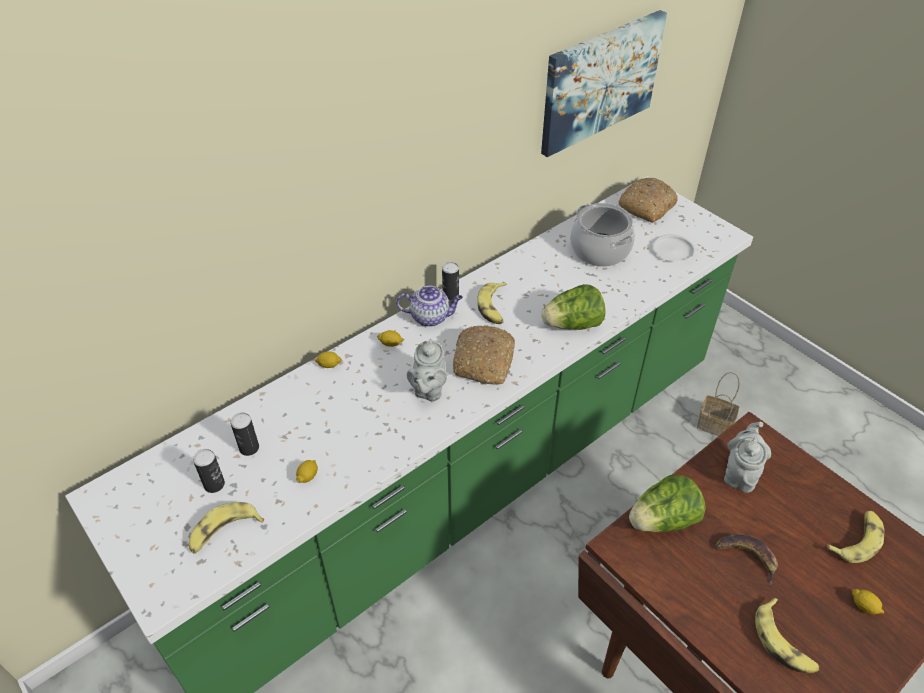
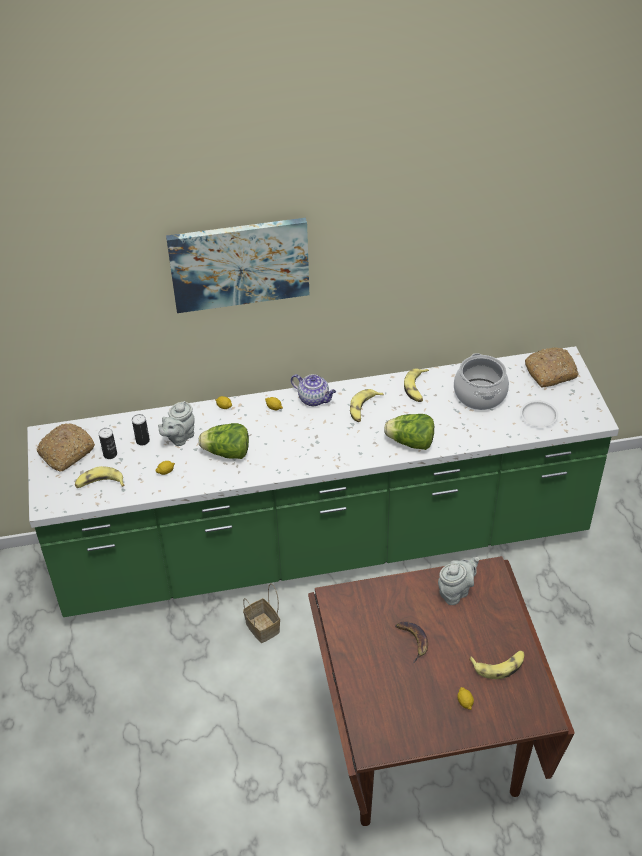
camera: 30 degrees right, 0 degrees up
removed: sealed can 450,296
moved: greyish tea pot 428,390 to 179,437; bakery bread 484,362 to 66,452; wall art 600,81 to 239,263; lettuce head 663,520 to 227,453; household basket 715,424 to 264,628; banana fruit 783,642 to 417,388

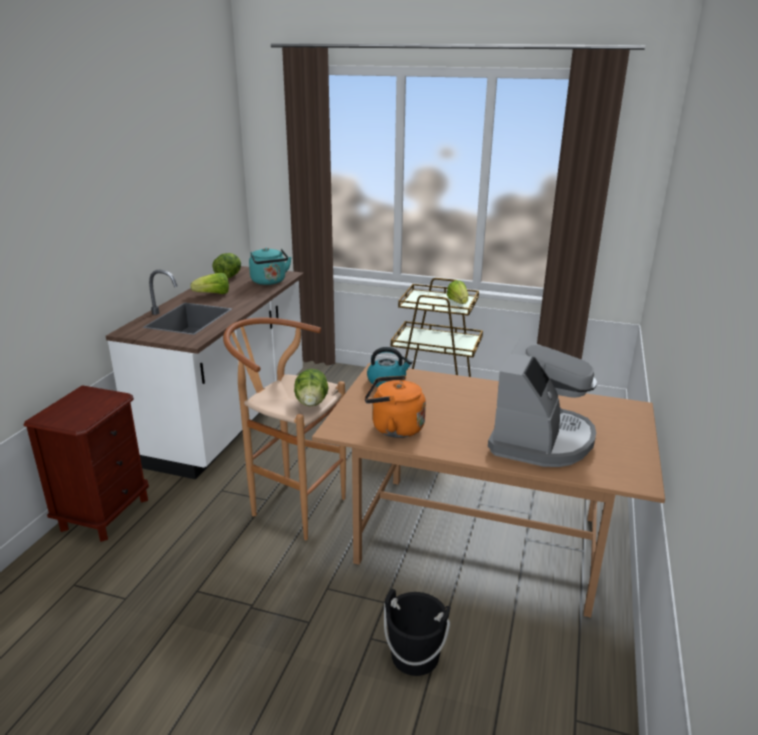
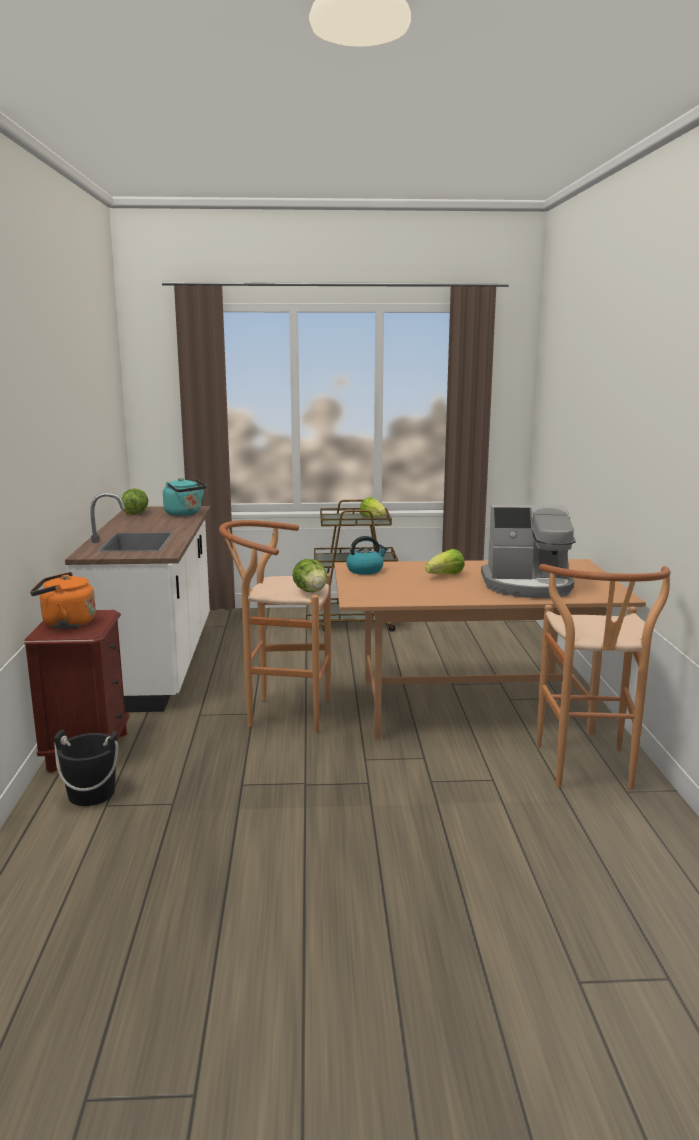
camera: 20 degrees left, 10 degrees down
added: brown-coloured stool seat 588,772
moved: lettuce head 213,294 to 445,575; orangey tea kettle 394,428 to 65,623; black water bucket 415,656 to 91,794
turned: coffee maker 540,439 = 528,586 90 degrees clockwise

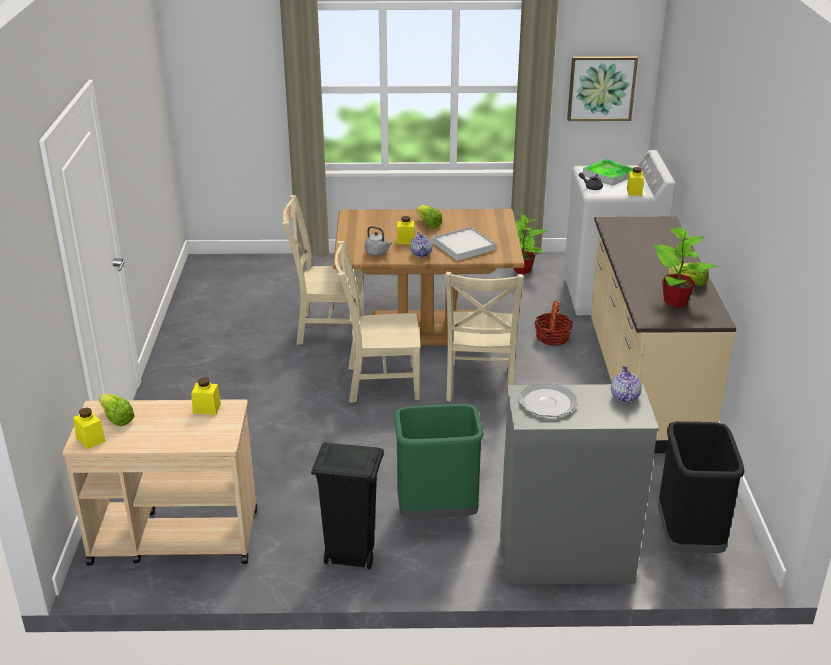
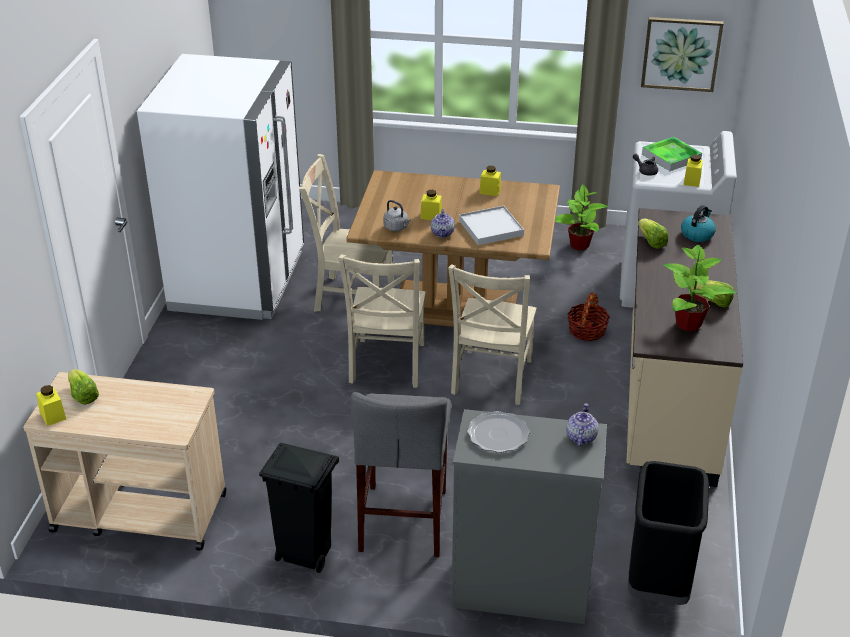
camera: 10 degrees right, 5 degrees up
added: white fridge 238,281; tea kettle 697,234
moved: yellow-coloured preserve jar 207,408 to 490,191; lettuce head 428,224 to 651,242
replaced: green trash can 436,513 to greyish stool seat 404,520
turned: beige-coloured upright chair 379,383 = 386,365 90 degrees counterclockwise

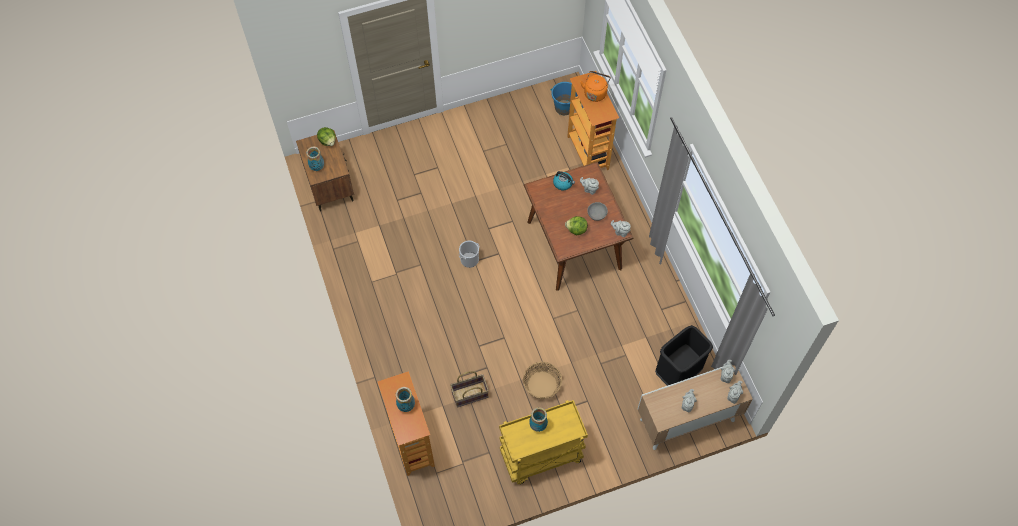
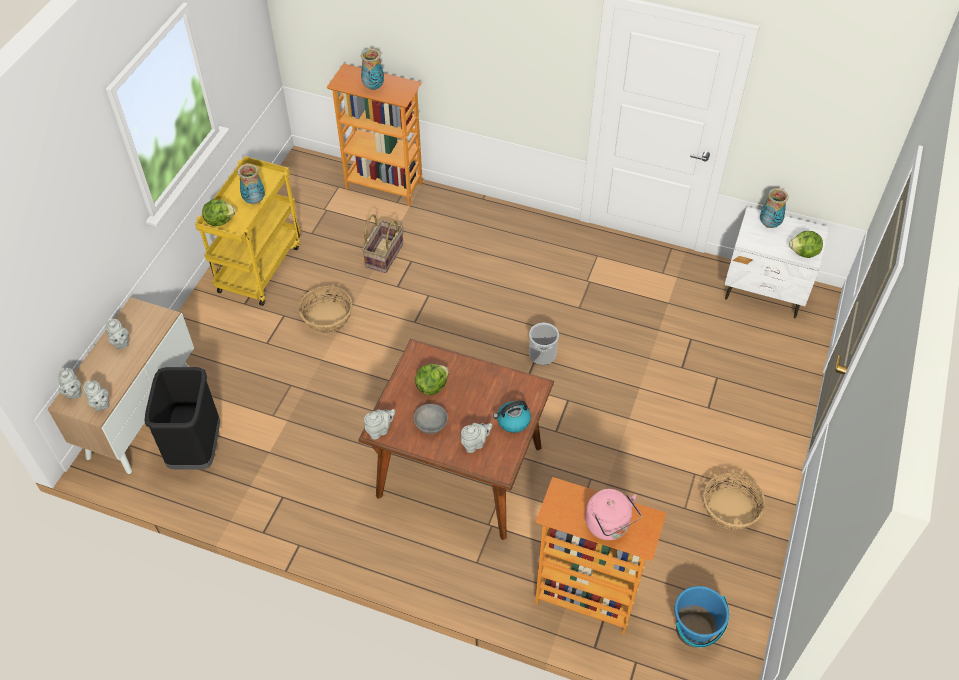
camera: 130 degrees right, 10 degrees down
added: lettuce head 220,220; household basket 730,510
recoloured: brown-coloured nightstand 330,186 to white nightstand 765,291; orangey tea kettle 595,92 to pink tea kettle 609,526

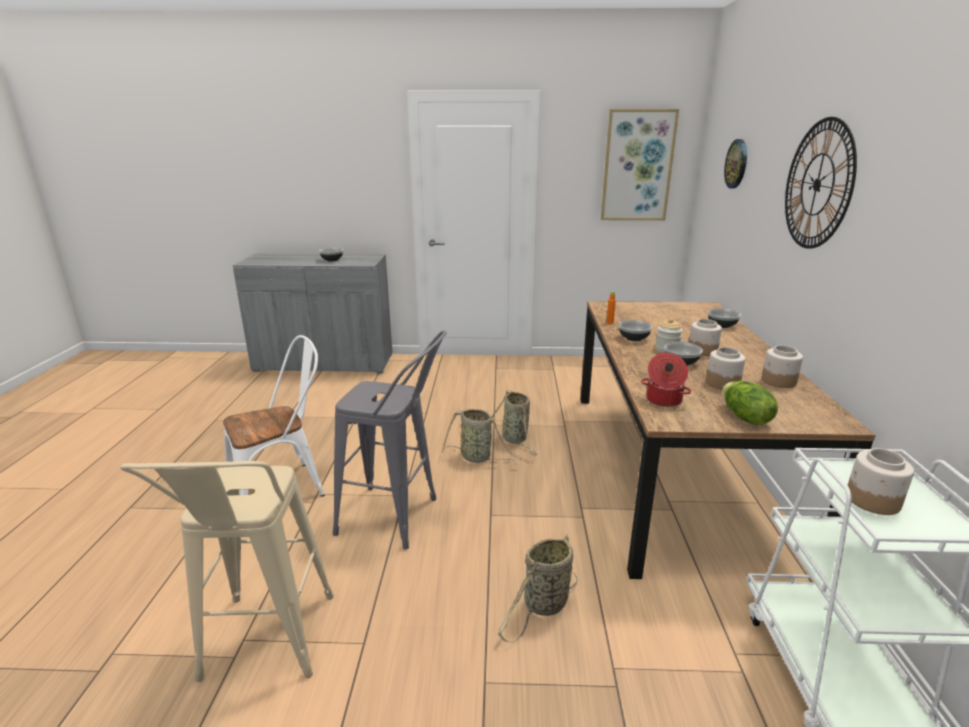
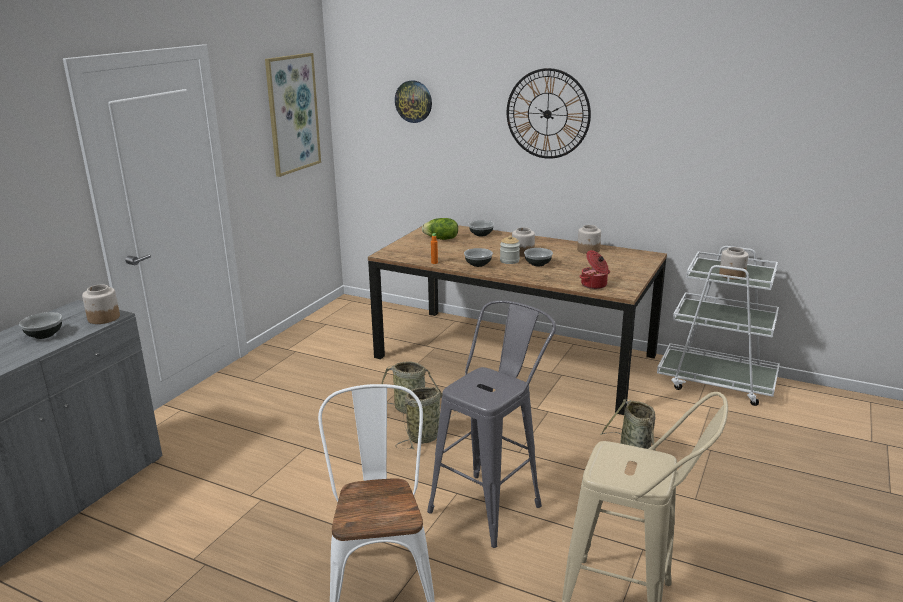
camera: 65 degrees left, 0 degrees up
moved: preserve jar 722,383 to 103,318; lettuce head 744,417 to 441,239

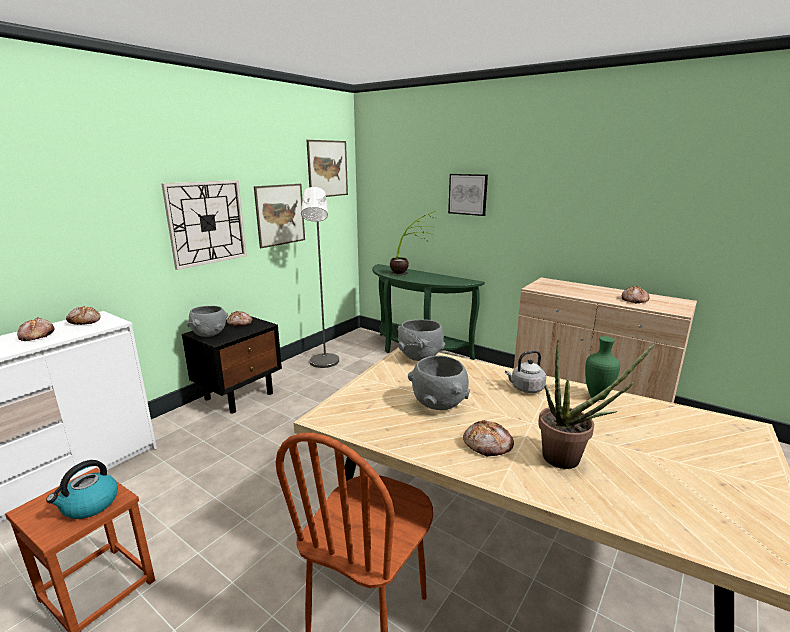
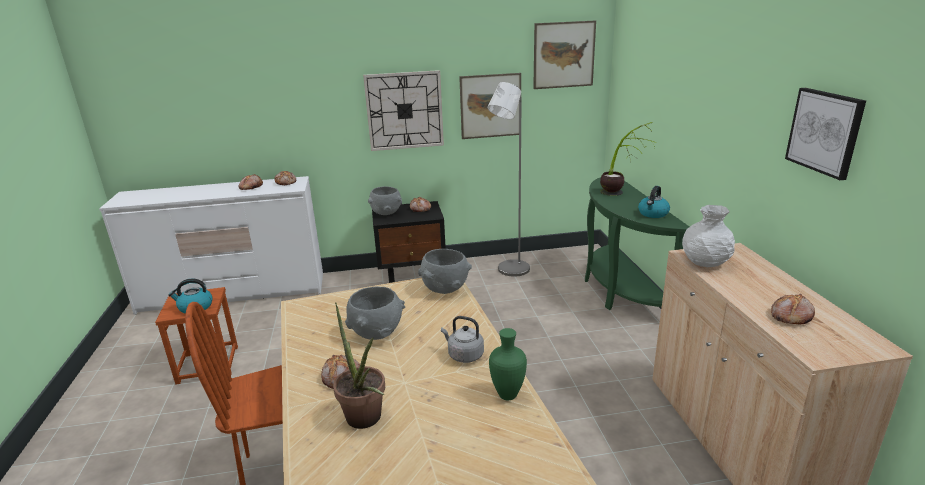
camera: 45 degrees right, 5 degrees up
added: tea kettle 653,214; white decorative vase 704,263
moved: wall art 468,194 to 825,132

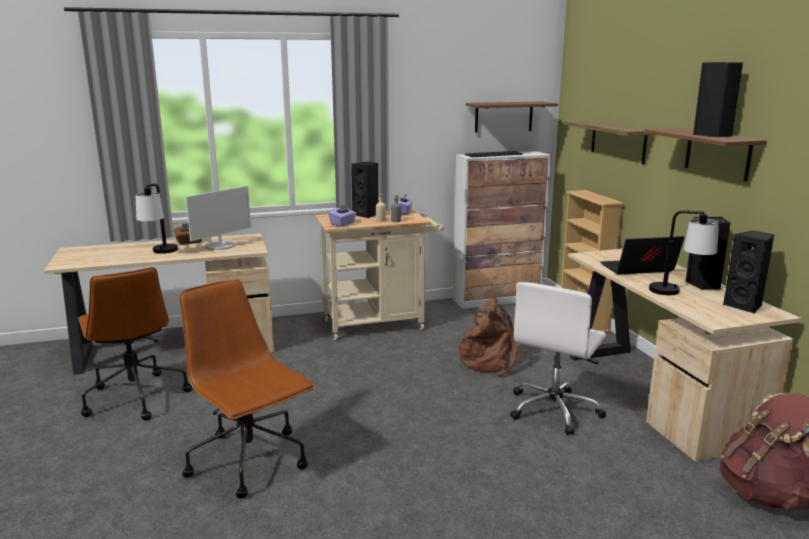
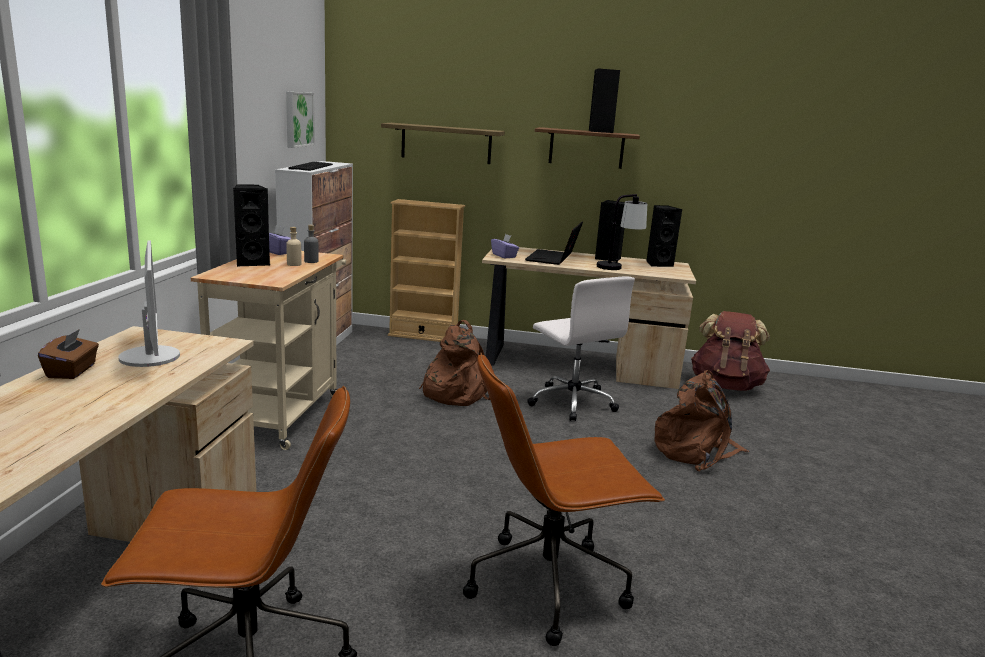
camera: 65 degrees left, 0 degrees up
removed: table lamp 160,253
added: brown-coloured rucksack 696,451
moved: purple-coloured tissue holder 343,224 to 504,256
replaced: brown-coloured shelf 503,116 to wall art 298,119

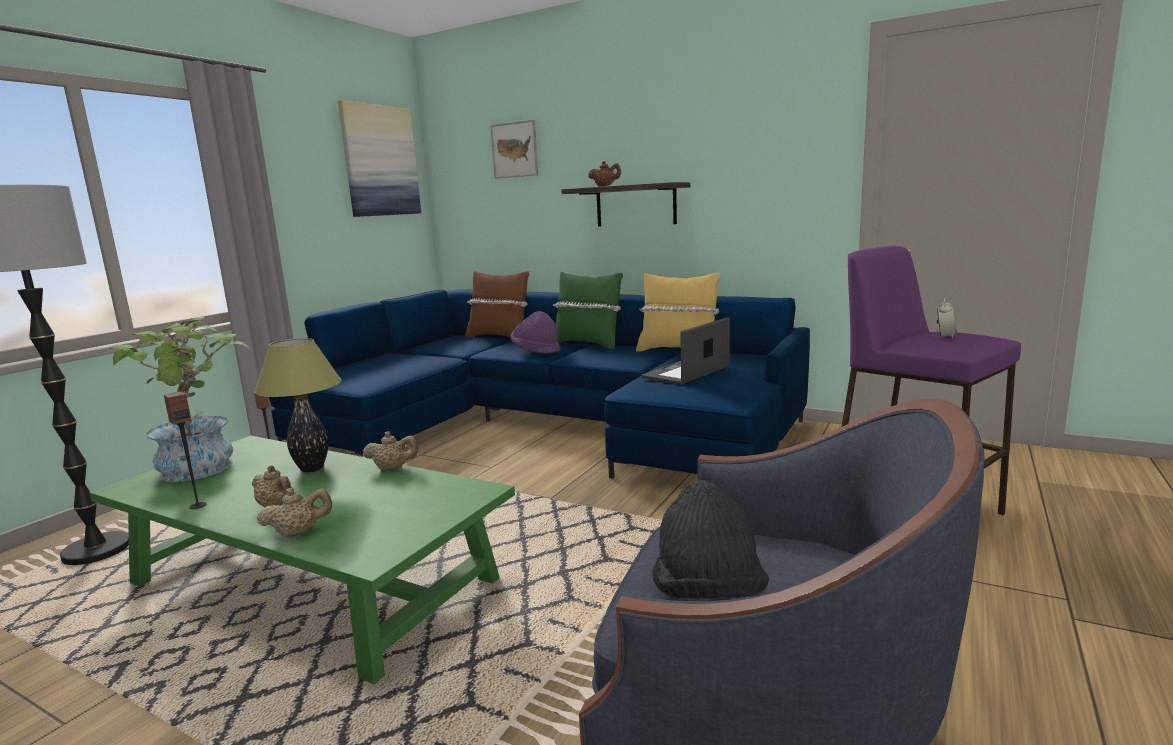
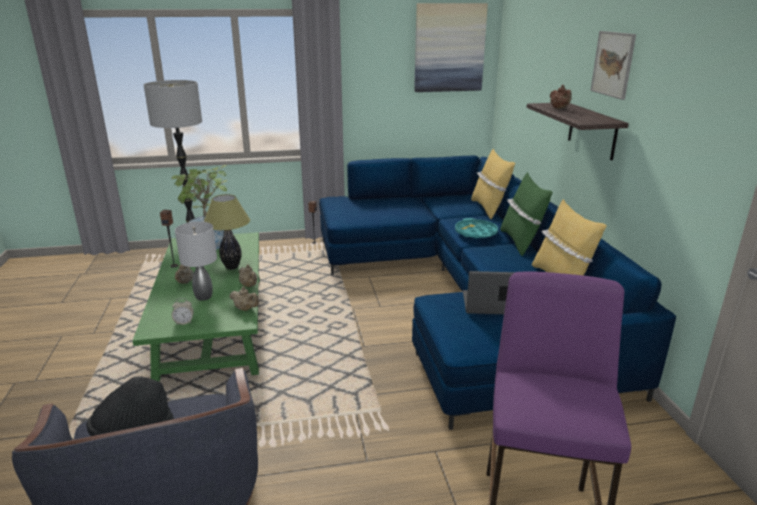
camera: 50 degrees right, 10 degrees up
added: greyish table lamp 203,297
moved: beige-coloured tea pot 299,533 to 245,309; wall art 514,150 to 613,64; alarm clock 946,336 to 184,322
replaced: purple-coloured hat 536,351 to turquoise-coloured serving tray 475,233
recoloured: brown-coloured cushion 499,338 to yellow-coloured cushion 489,208

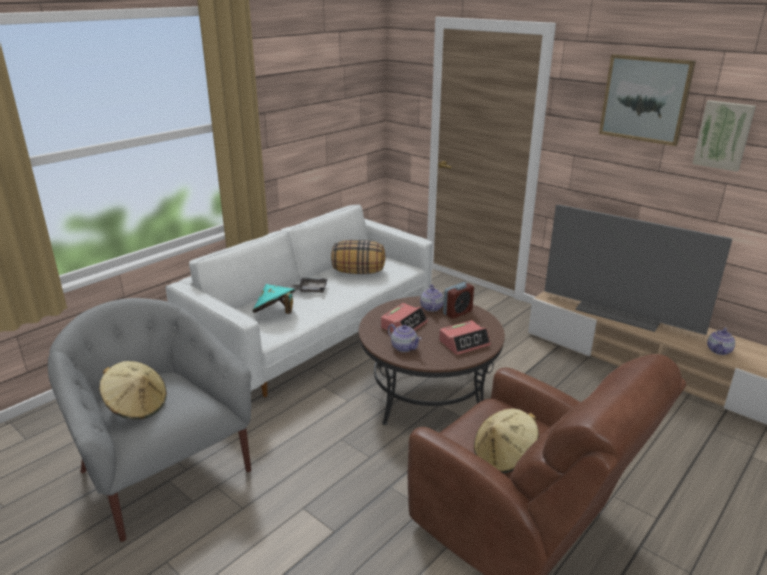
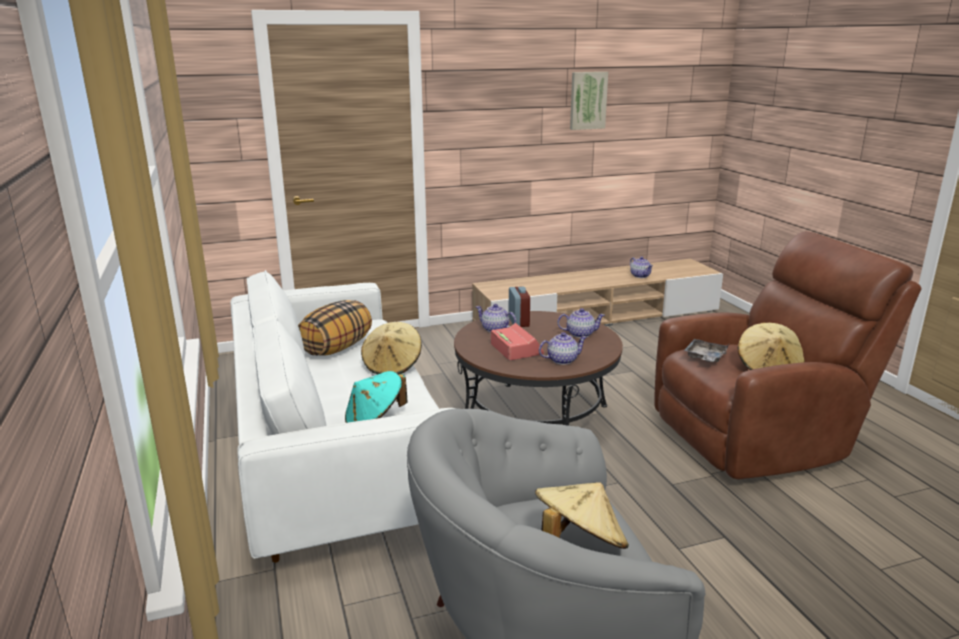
camera: 60 degrees left, 5 degrees down
removed: TV 620,313; wall art 645,99
added: beige-coloured hat 392,366
moved: greyish serving tray 311,289 to 705,357
replaced: alarm clock 464,343 to tea pot 580,334

